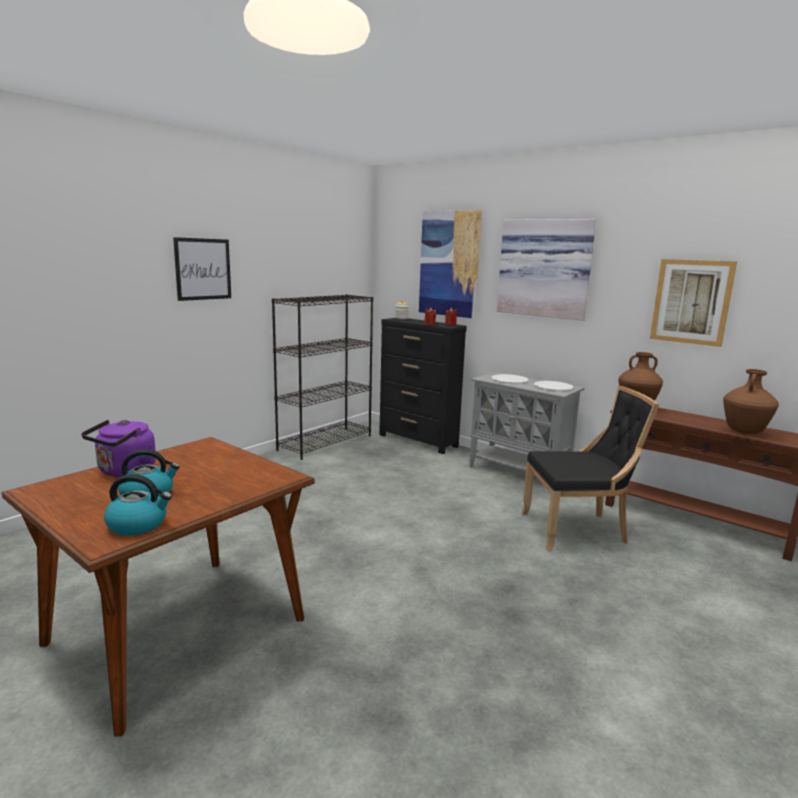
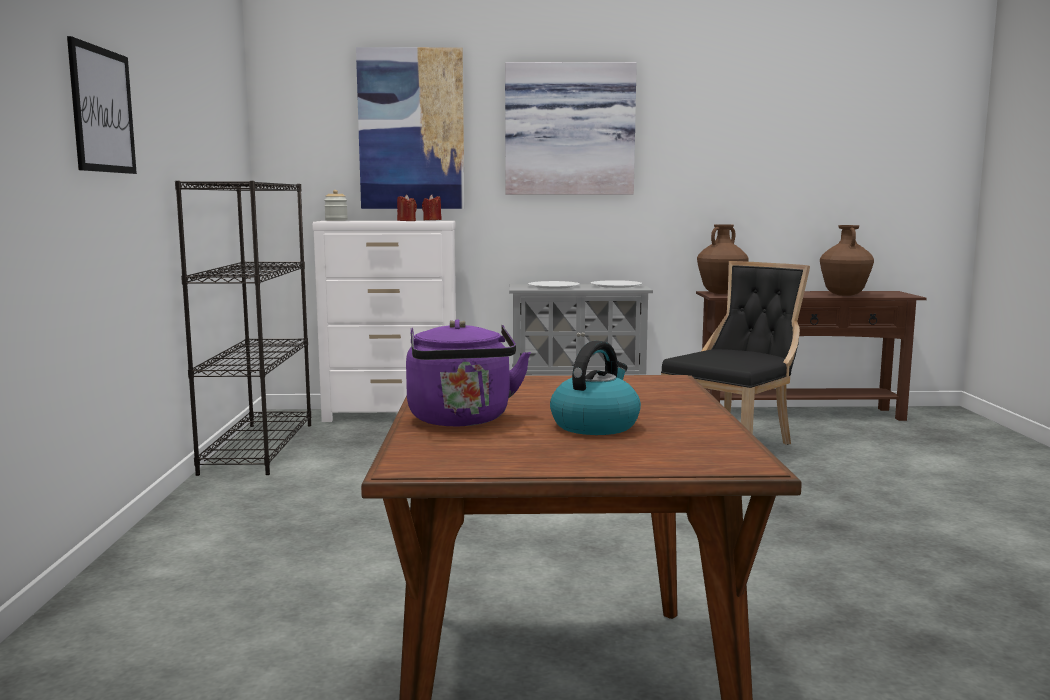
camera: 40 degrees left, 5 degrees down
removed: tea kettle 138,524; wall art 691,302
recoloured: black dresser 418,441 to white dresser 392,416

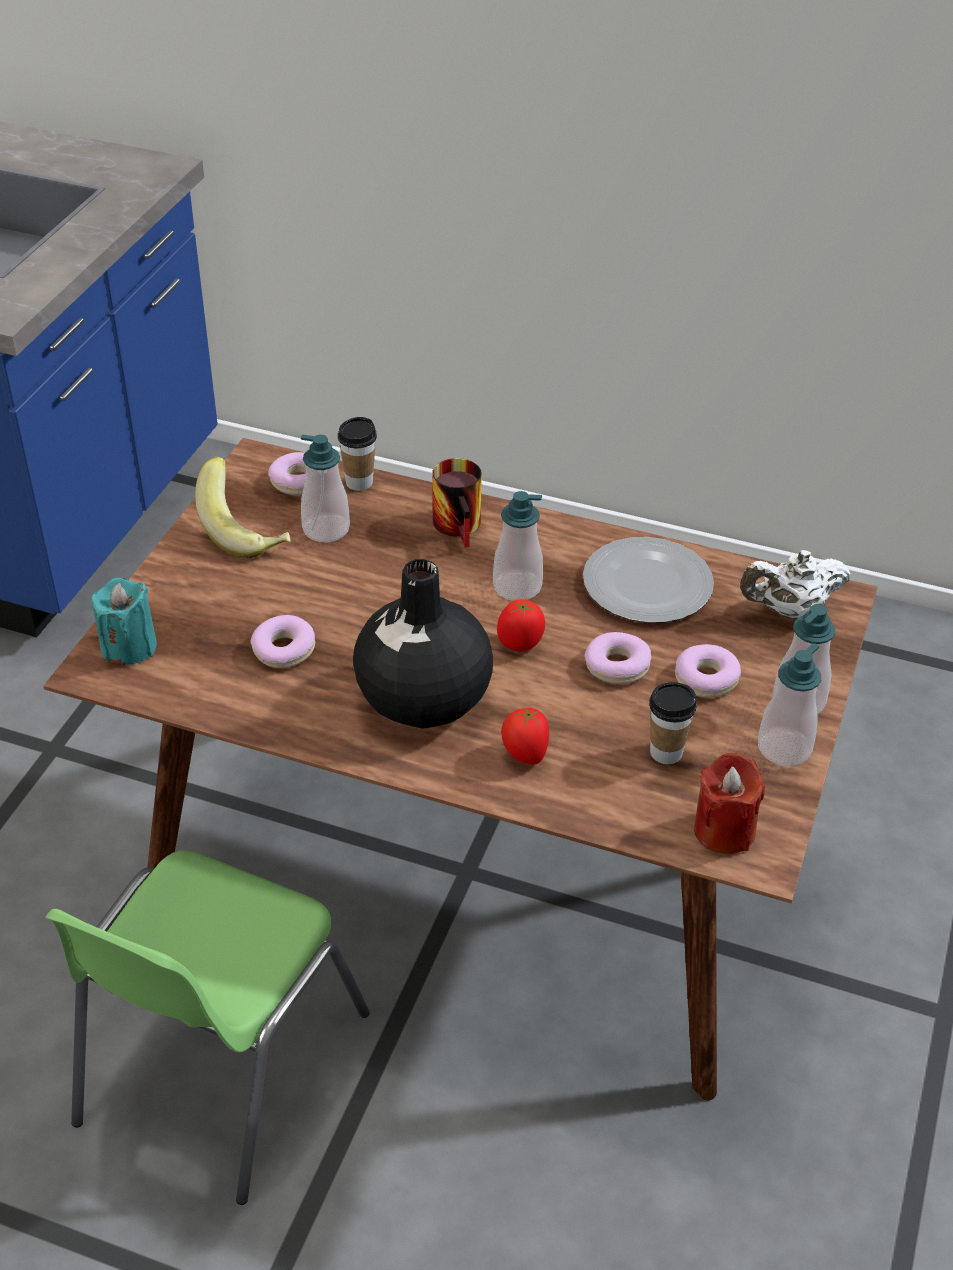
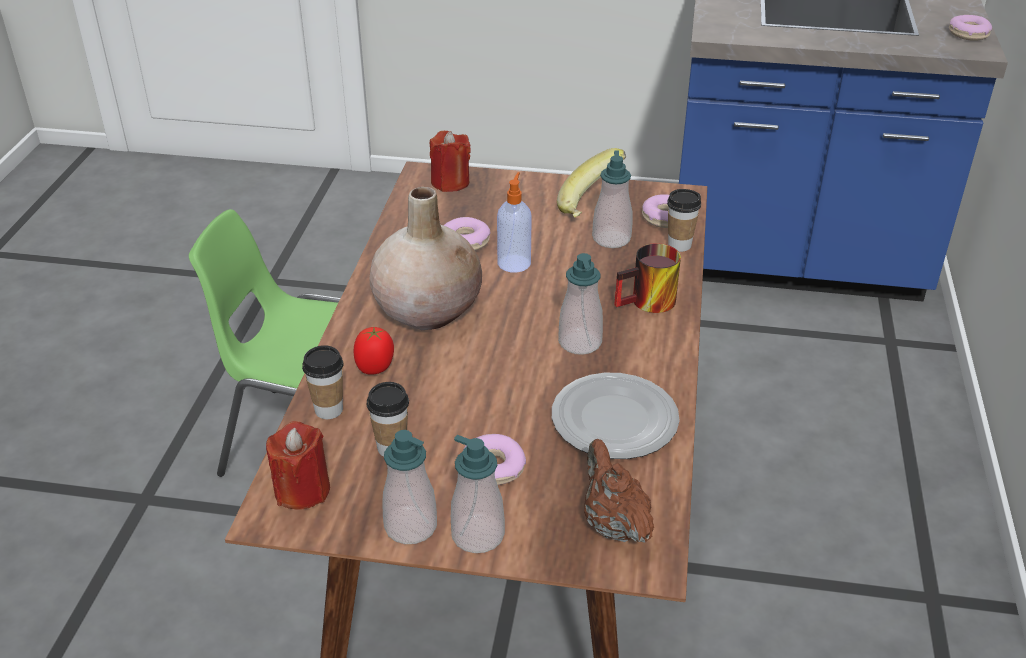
camera: 80 degrees right, 5 degrees down
removed: fresh tomato 520,644
added: cup 329,410; soap dispenser 514,262
moved: donut 617,666 to 968,34
recoloured: turquoise-coloured candle 129,647 to red candle 450,182; black decorative vase 422,699 to beige-coloured decorative vase 428,310; white tea pot 789,611 to brown-coloured tea pot 613,524

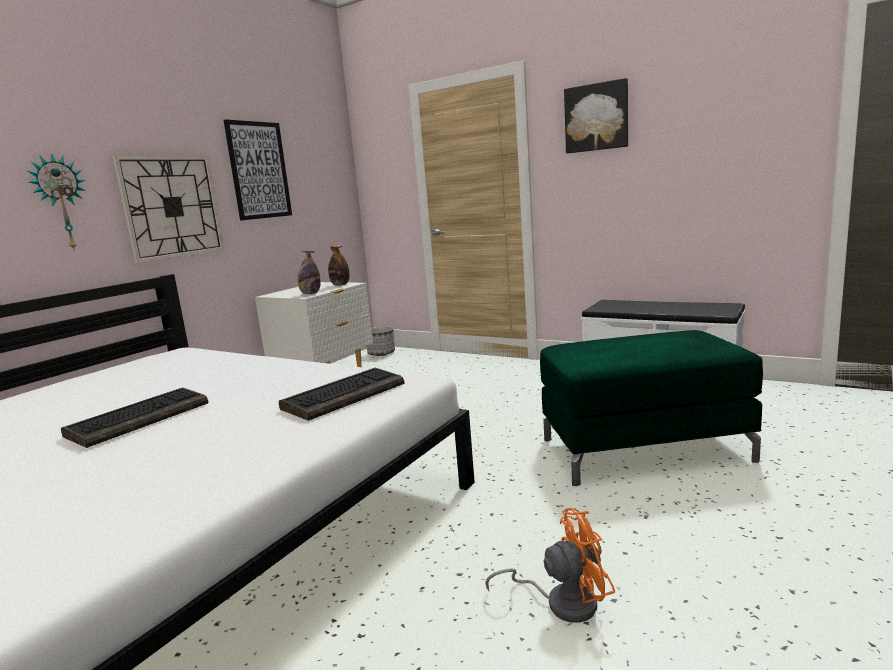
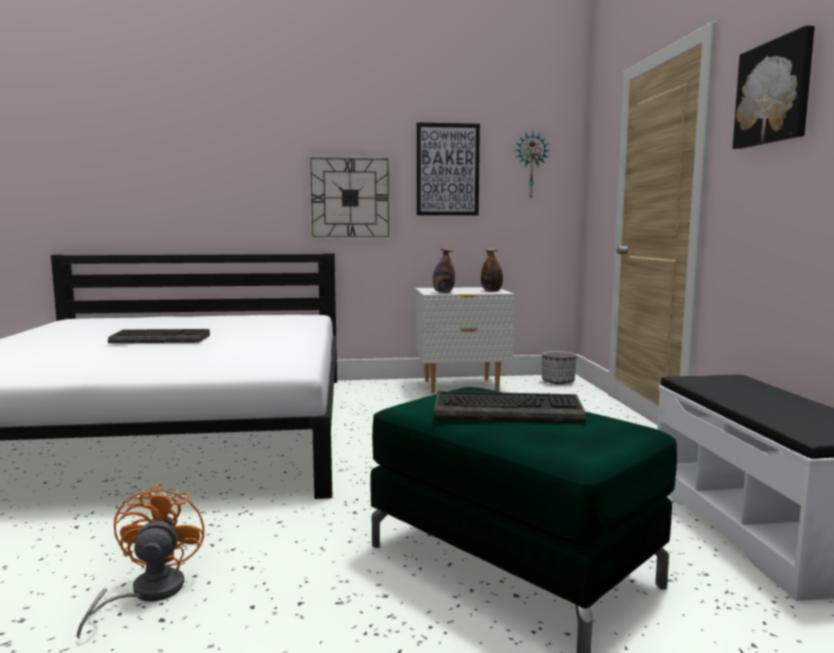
camera: 50 degrees right, 5 degrees down
moved: clock on the wall 60,203 to 531,165; keyboard 344,395 to 508,411
turned: orangey cooling fan 562,602 = 147,593 135 degrees counterclockwise

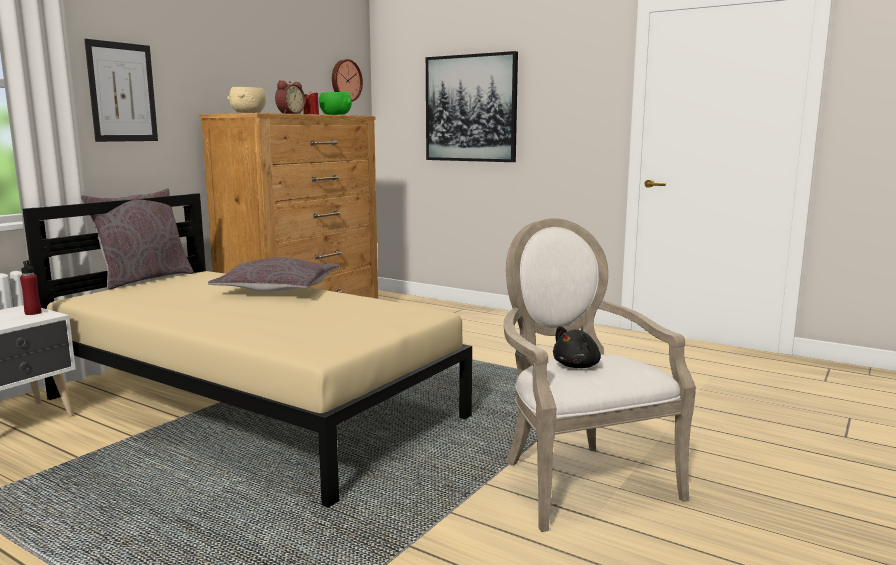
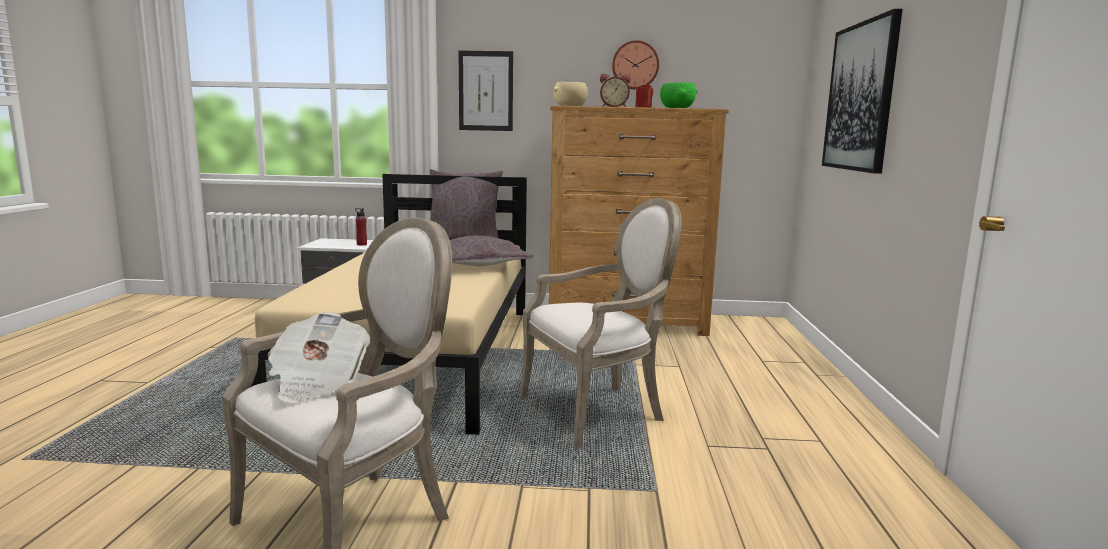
camera: 60 degrees right, 0 degrees up
added: easy chair 599,411
moved: clock on the wall 345,80 to 635,65
replaced: black soft toy 578,366 to daily paper 317,382

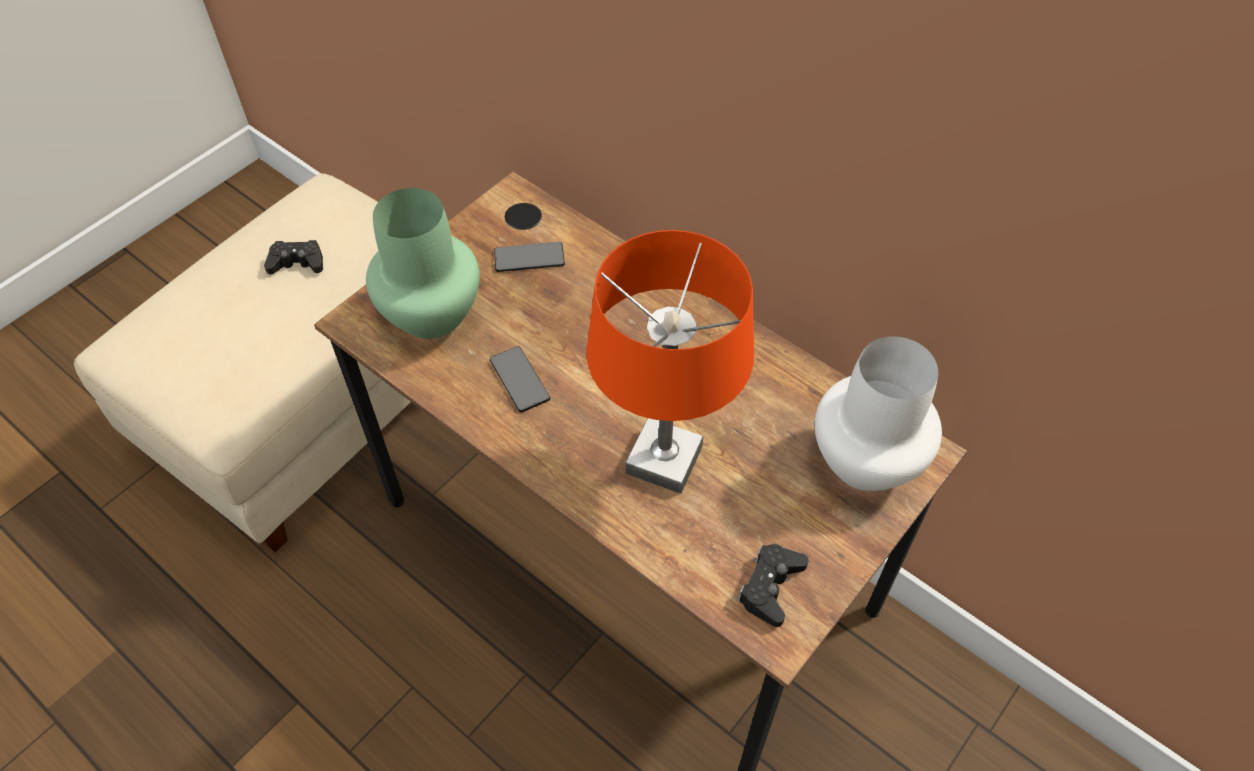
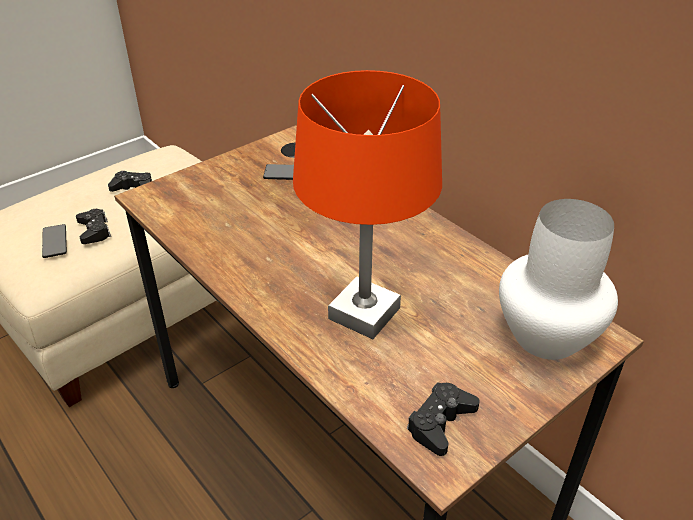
camera: 10 degrees right, 15 degrees down
removed: green decorative vase 431,316
added: black gamepad 94,231
moved: handset 519,380 to 54,242

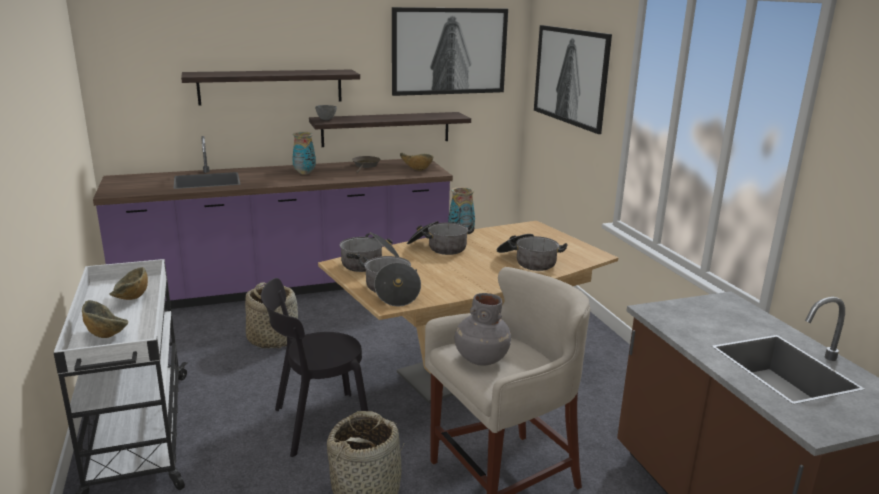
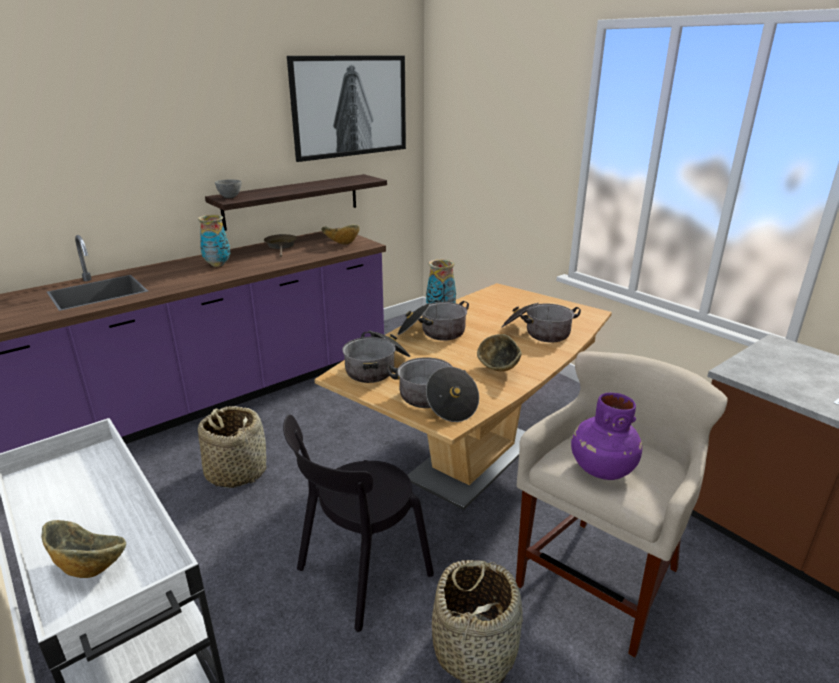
camera: 20 degrees left, 5 degrees up
removed: shelf 271,87; wall art 571,76
moved: deep dish 130,299 to 499,371
recoloured: greyish decorative vase 481,358 to purple-coloured decorative vase 601,469

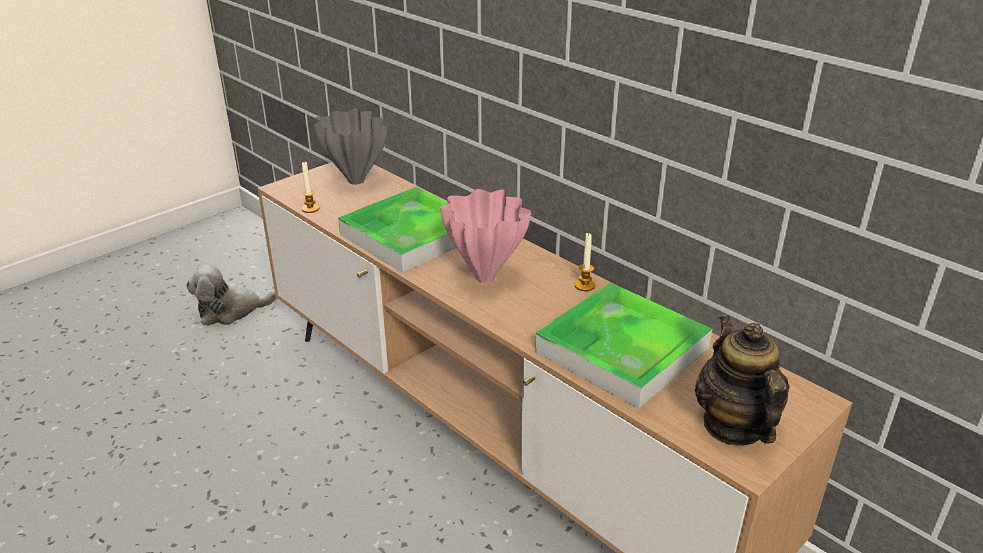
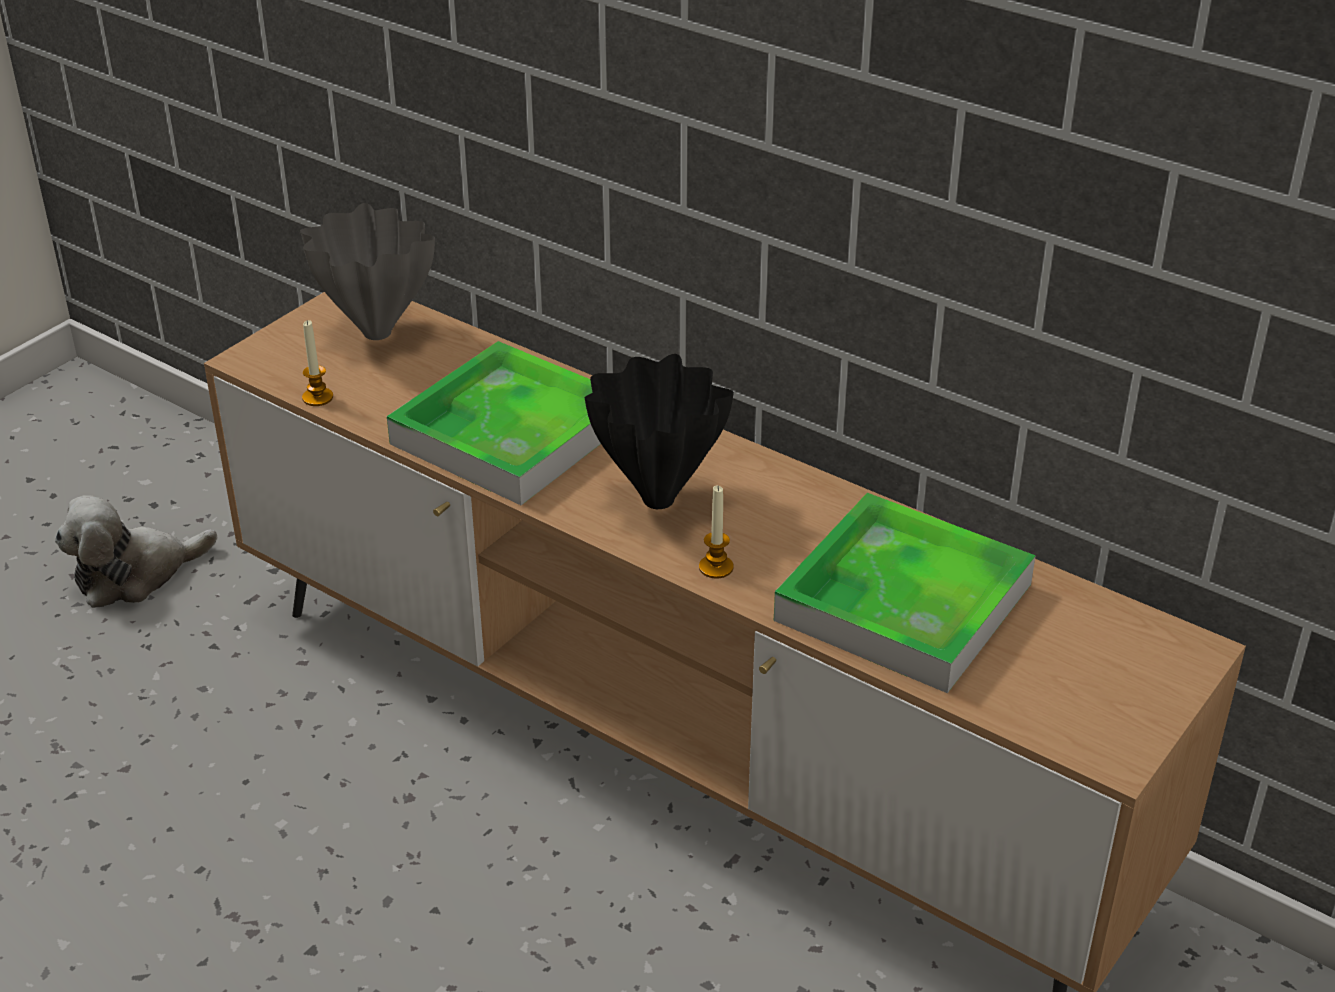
camera: 10 degrees left, 5 degrees up
removed: tea pot 733,425
moved: candle 584,285 to 716,567
recoloured: pink decorative vase 485,276 to black decorative vase 659,498

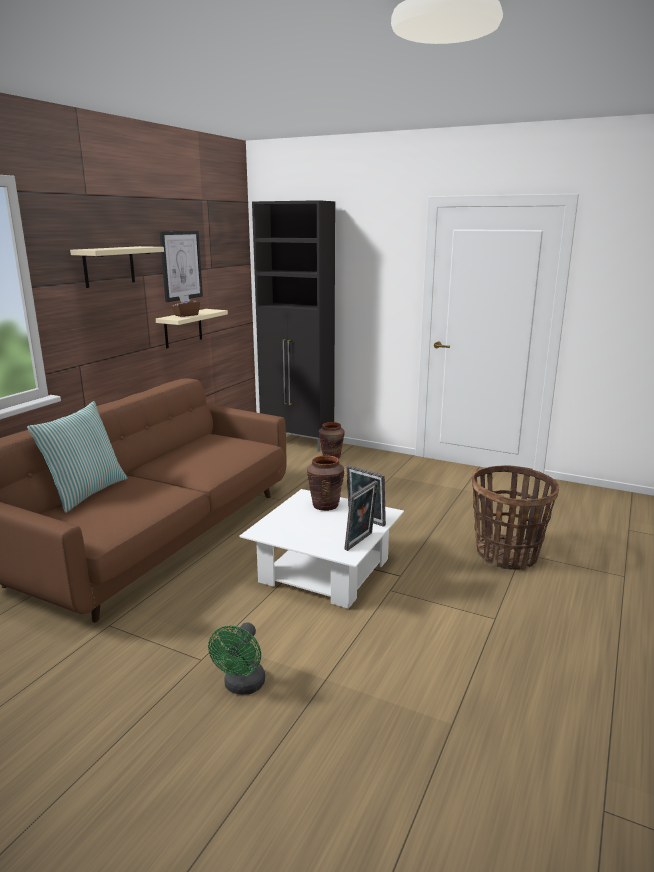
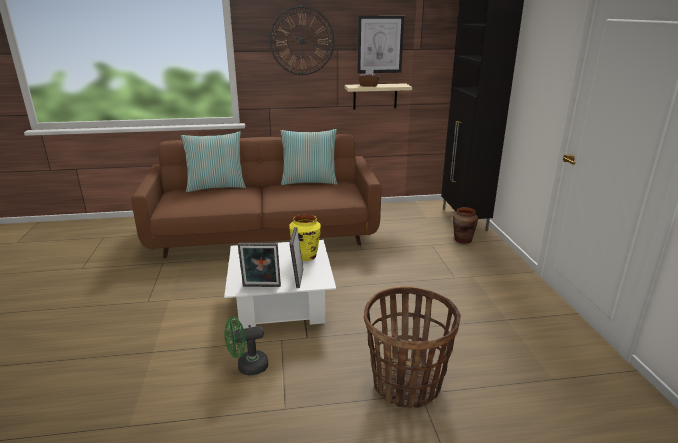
camera: 55 degrees right, 5 degrees up
added: cushion 309,181
moved: green cooling fan 242,686 to 247,367
replaced: beige-coloured shelf 109,266 to clock on the wall 302,41
recoloured: brown-coloured decorative vase 325,505 to yellow-coloured decorative vase 305,256

